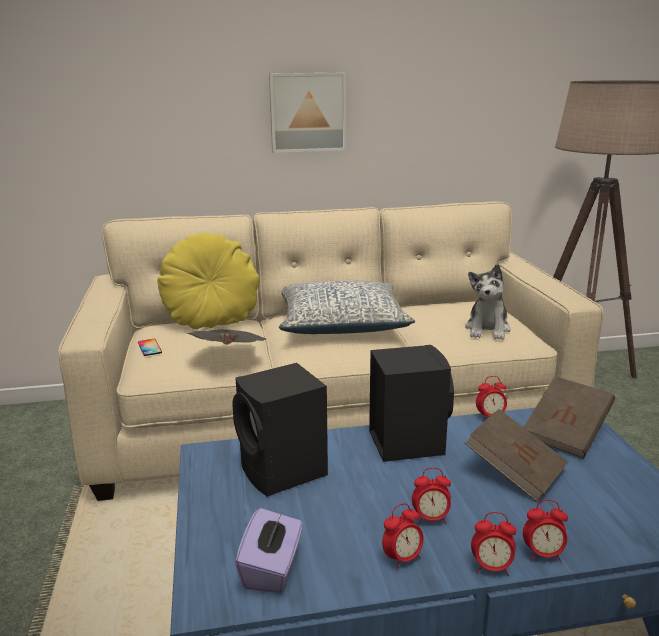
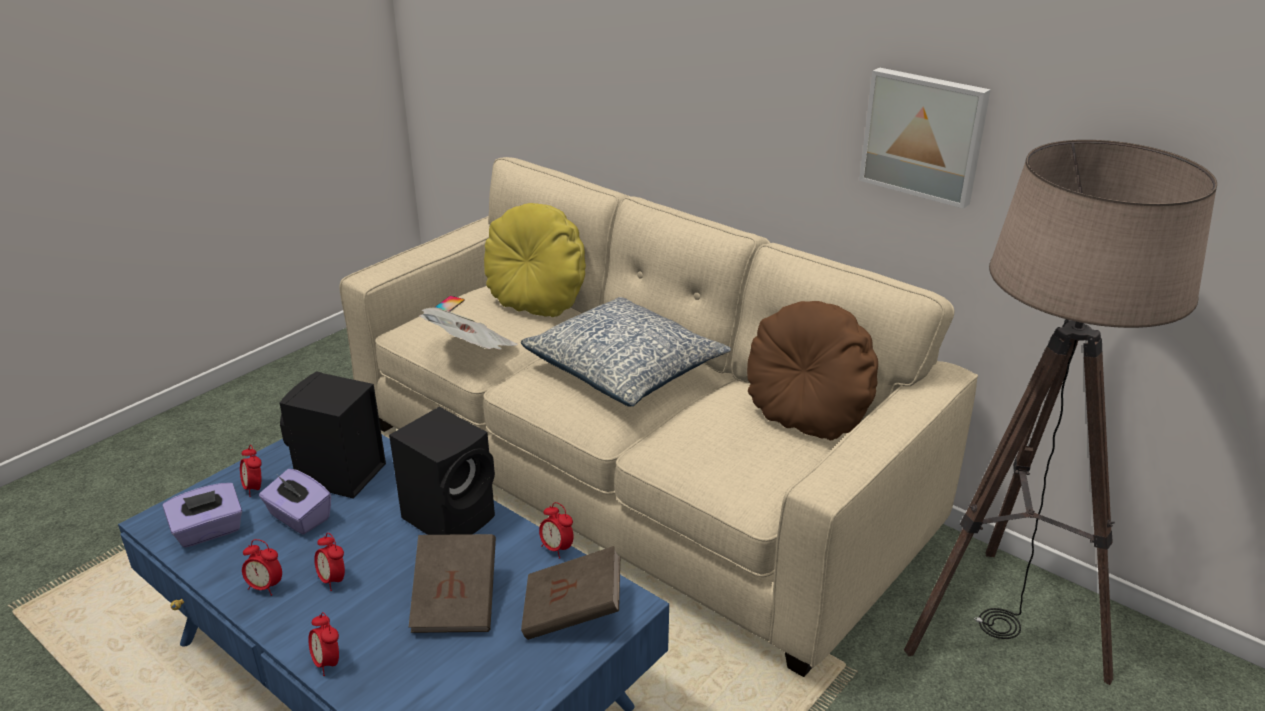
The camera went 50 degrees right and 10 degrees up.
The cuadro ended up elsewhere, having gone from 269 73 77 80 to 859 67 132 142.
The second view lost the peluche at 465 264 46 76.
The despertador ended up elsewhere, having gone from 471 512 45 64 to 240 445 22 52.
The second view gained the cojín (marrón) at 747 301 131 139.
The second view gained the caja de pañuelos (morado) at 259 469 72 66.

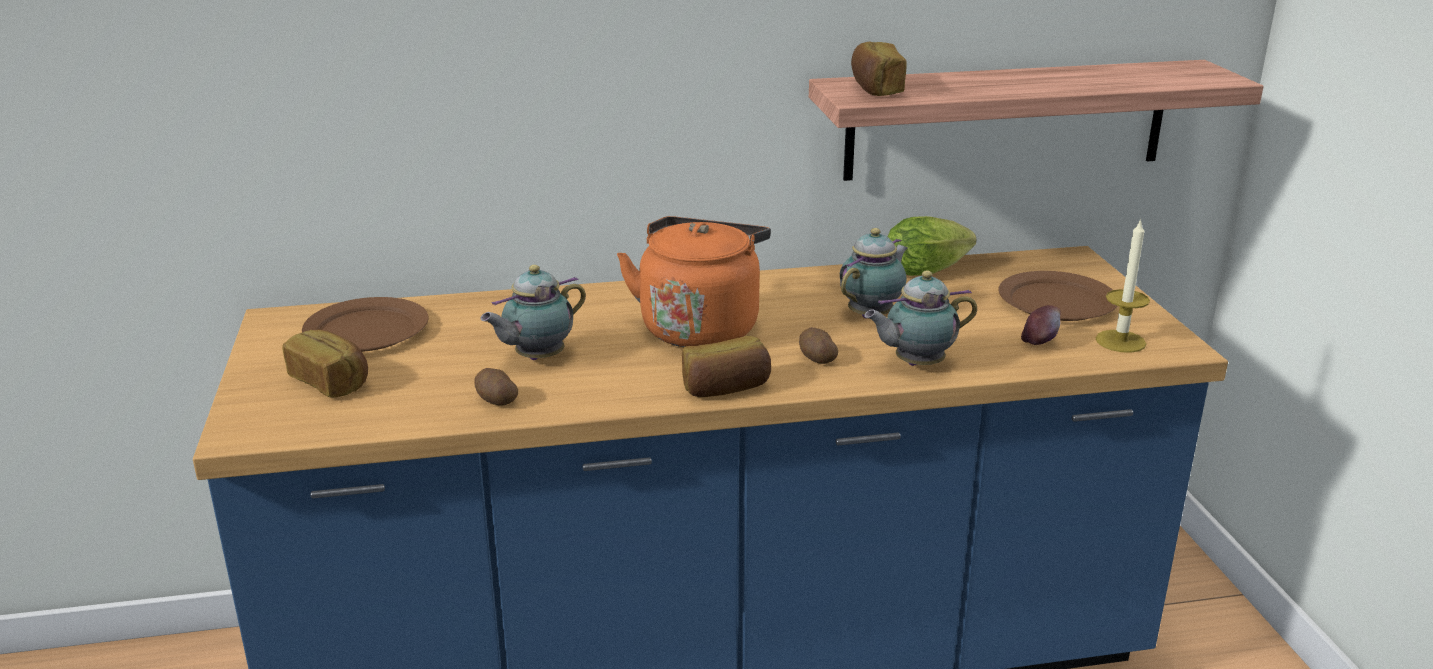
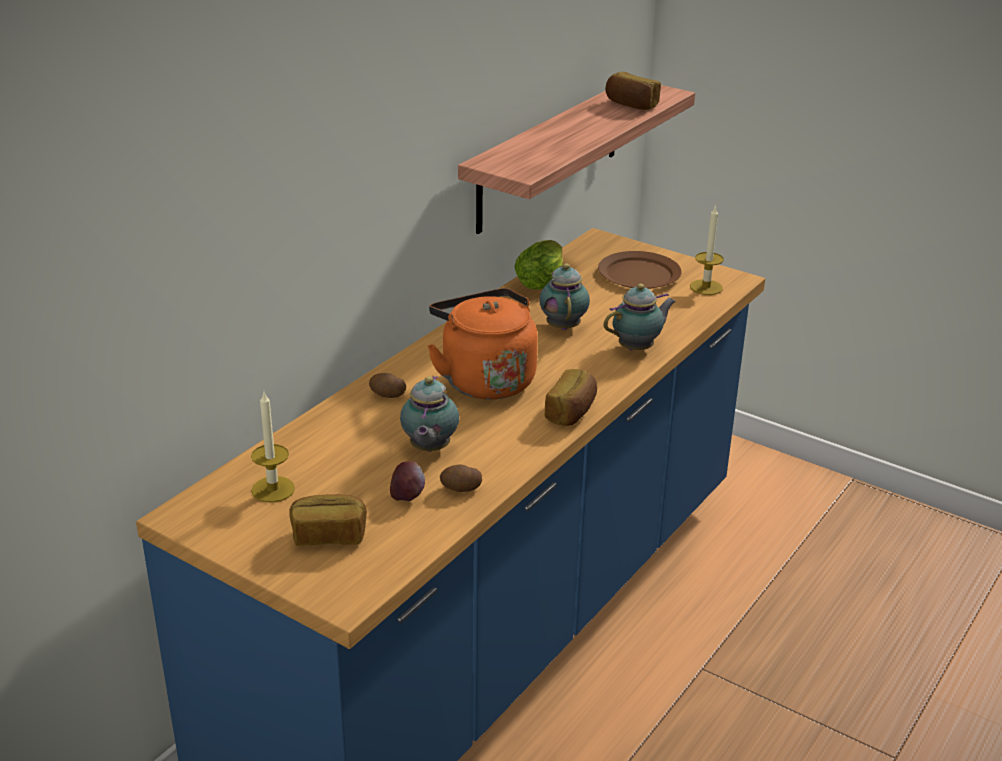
The camera went 45 degrees left and 5 degrees up.
The pan ended up elsewhere, having gone from 851 42 56 54 to 605 72 56 38.
The tetera at 864 271 113 95 ended up facing another way, 150 degrees counterclockwise from before.
Where the plato (marrón) stood at 302 297 127 55, the vela came to stand at 251 392 44 110.
The manzana ended up elsewhere, having gone from 1021 305 40 40 to 390 461 35 40.
The patata ended up elsewhere, having gone from 799 327 39 37 to 369 373 37 25.

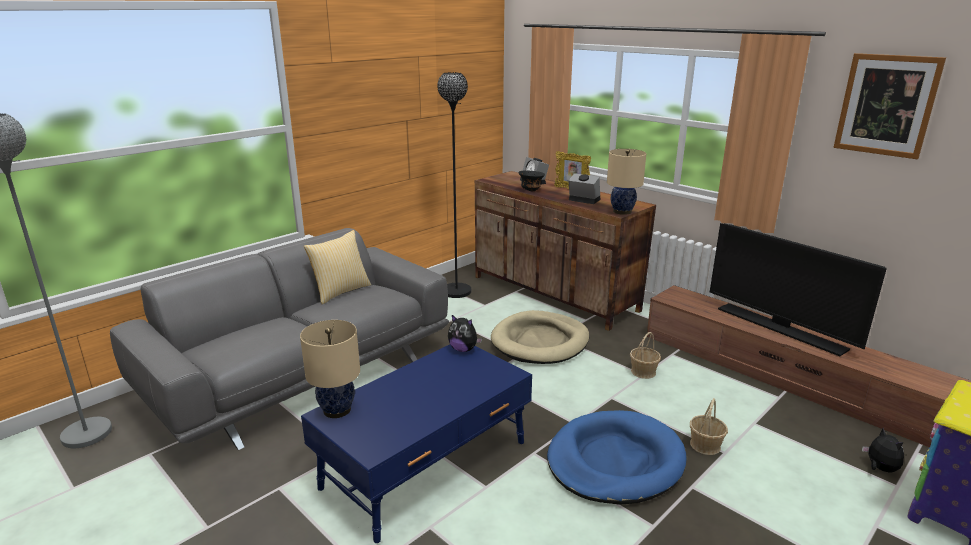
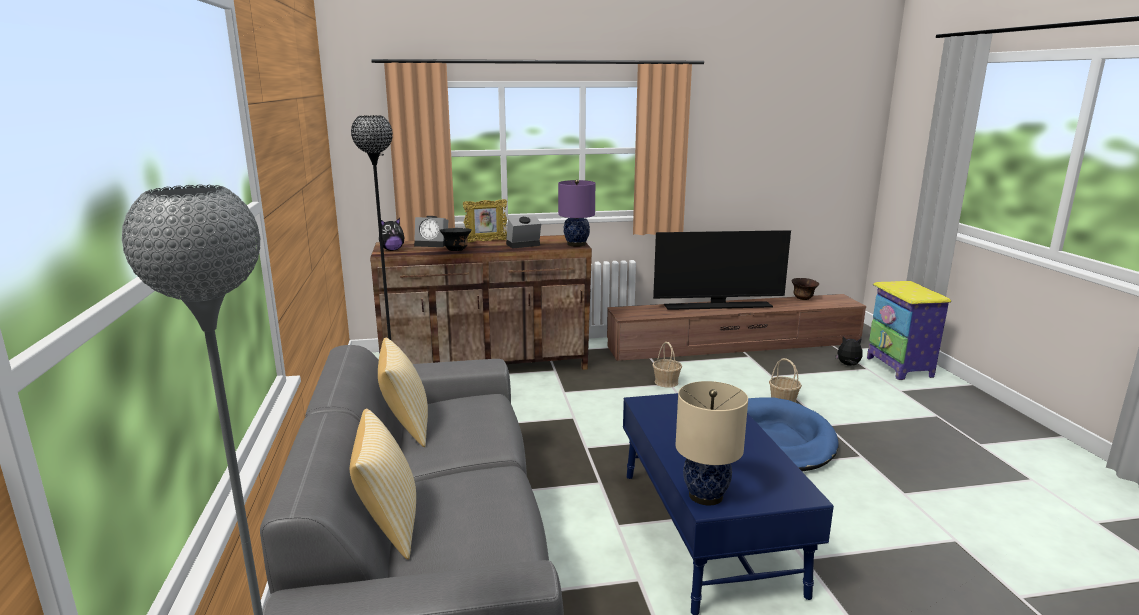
The camera went 55 degrees left and 5 degrees down.
The second view lost the cuadro at 833 53 113 106.
What was the lámpara de mesa (beis) at 607 149 39 66 turned into the lámpara de mesa (morado) at 558 180 37 67.
The second view lost the cama para perro (beis) at 491 310 99 54.
The peluche ended up elsewhere, having gone from 448 315 34 37 to 379 218 25 33.
The second view gained the cuenco (marrón) at 792 278 27 22.
The second view gained the cojín at 350 409 66 151.

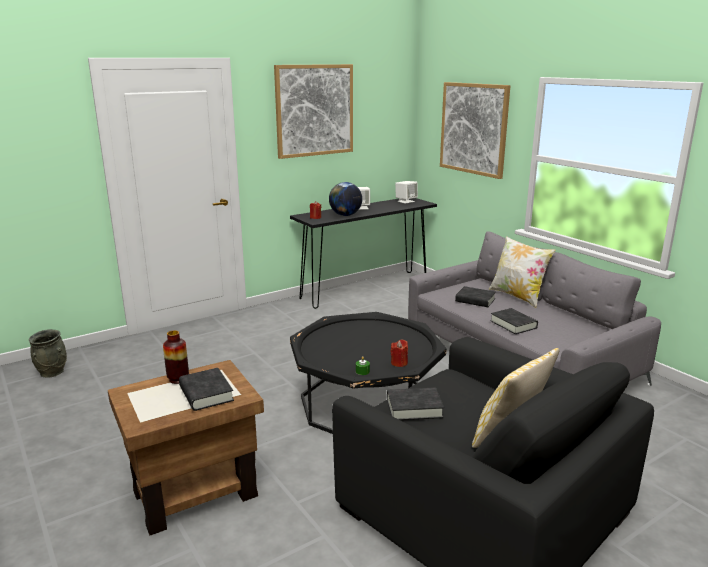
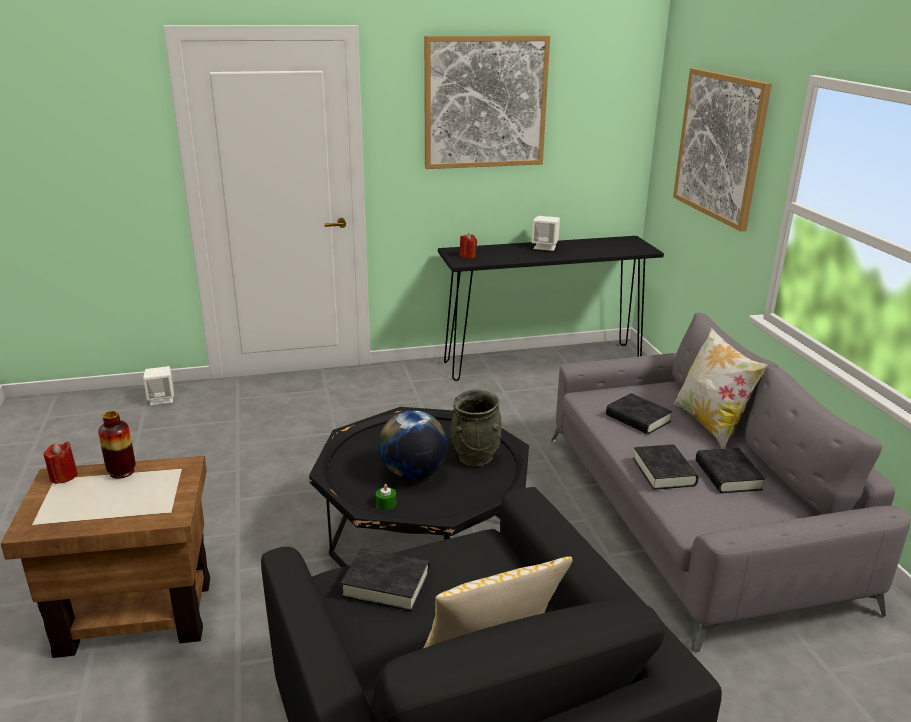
The camera went 20 degrees right and 5 degrees up.
The altavoz (blanco) ended up elsewhere, having gone from 395 181 23 23 to 143 366 31 39.
The globo terráqueo ended up elsewhere, having gone from 329 182 33 34 to 378 410 70 70.
The florero (gris) ended up elsewhere, having gone from 29 329 38 49 to 451 389 51 78.
The vela (rojo) ended up elsewhere, having gone from 390 339 18 28 to 43 442 35 42.
The libro (negro) ended up elsewhere, having gone from 179 368 55 43 to 696 448 69 45.

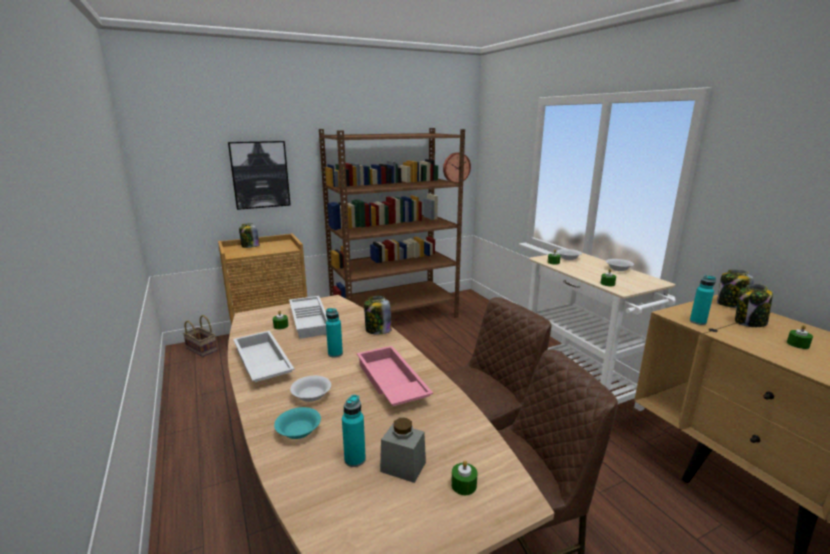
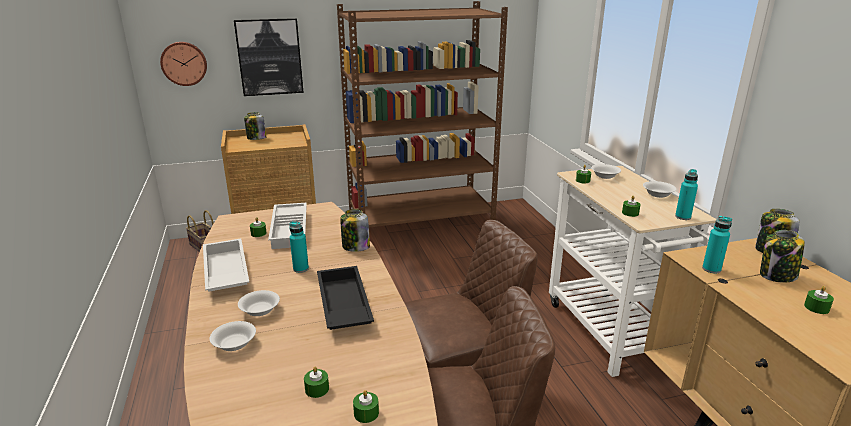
The camera went 10 degrees right and 5 degrees up.
The reloj de pared ended up elsewhere, having gone from 443 152 28 31 to 160 42 47 44.
What was the bandeja (rosa) at 357 346 76 60 turned into the bandeja (negro) at 317 266 57 64.
The botella (turquesa) ended up elsewhere, having gone from 342 395 24 72 to 675 169 23 51.
What was the cuenco (turquesa) at 274 407 47 32 turned into the cuenco (blanco) at 210 321 46 30.
Where the tarro (gris) stood at 380 418 46 65, the vela (verde) came to stand at 304 367 25 31.

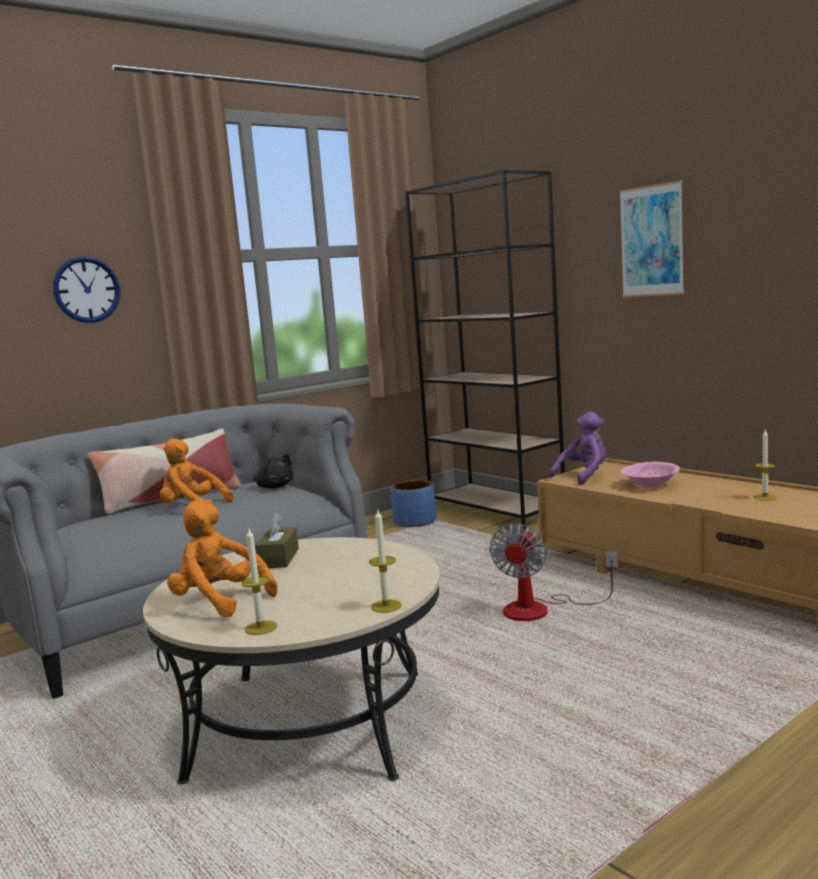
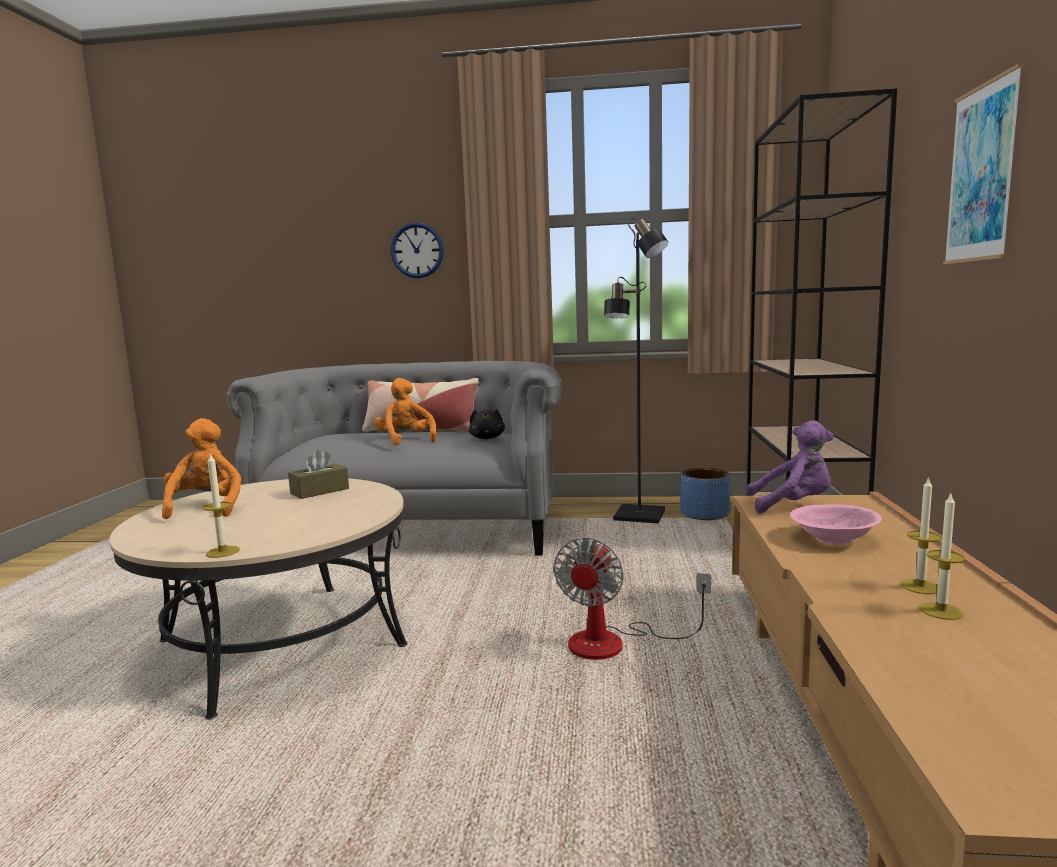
The camera went 45 degrees right and 0 degrees up.
The ventilador at 489 523 129 98 ended up facing another way, 45 degrees counterclockwise from before.
The vela ended up elsewhere, having gone from 241 529 36 106 to 901 476 41 118.
The second view gained the lámpara de pie (negro) at 604 218 64 306.

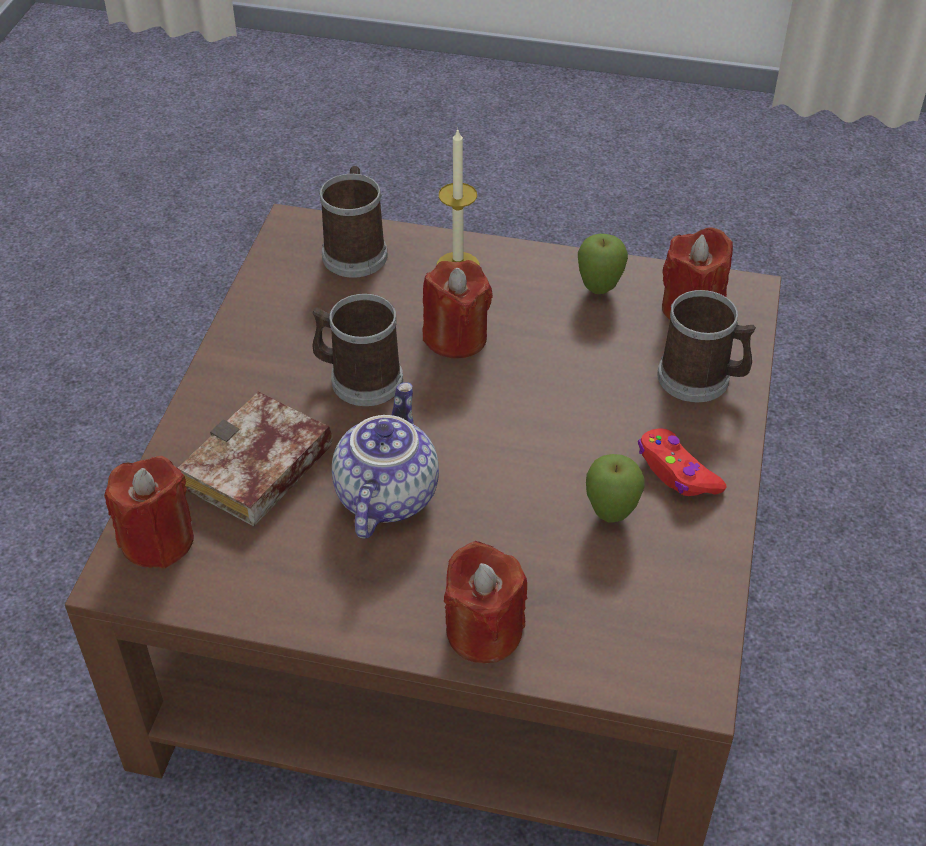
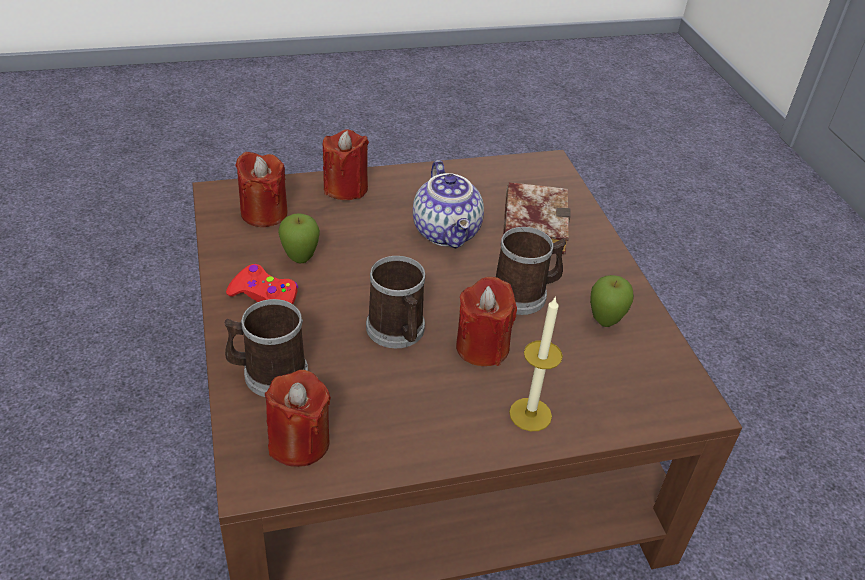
The camera went 150 degrees right and 5 degrees down.
The taza grande ended up elsewhere, having gone from 319 166 68 112 to 366 256 59 92.
The manzana ended up elsewhere, having gone from 578 234 50 60 to 590 275 44 52.
The vela (rojo) ended up elsewhere, having gone from 104 456 90 113 to 235 152 53 75.

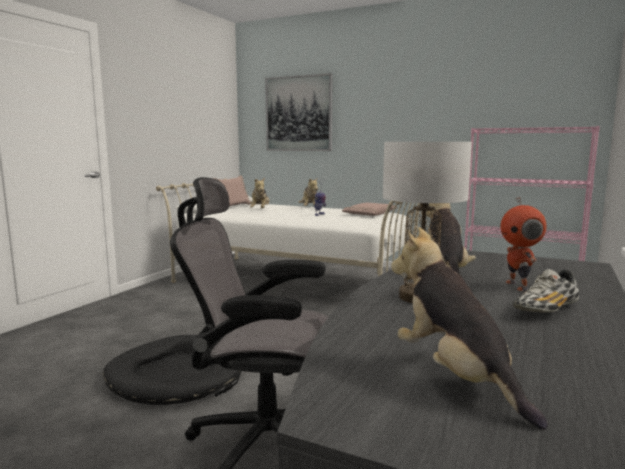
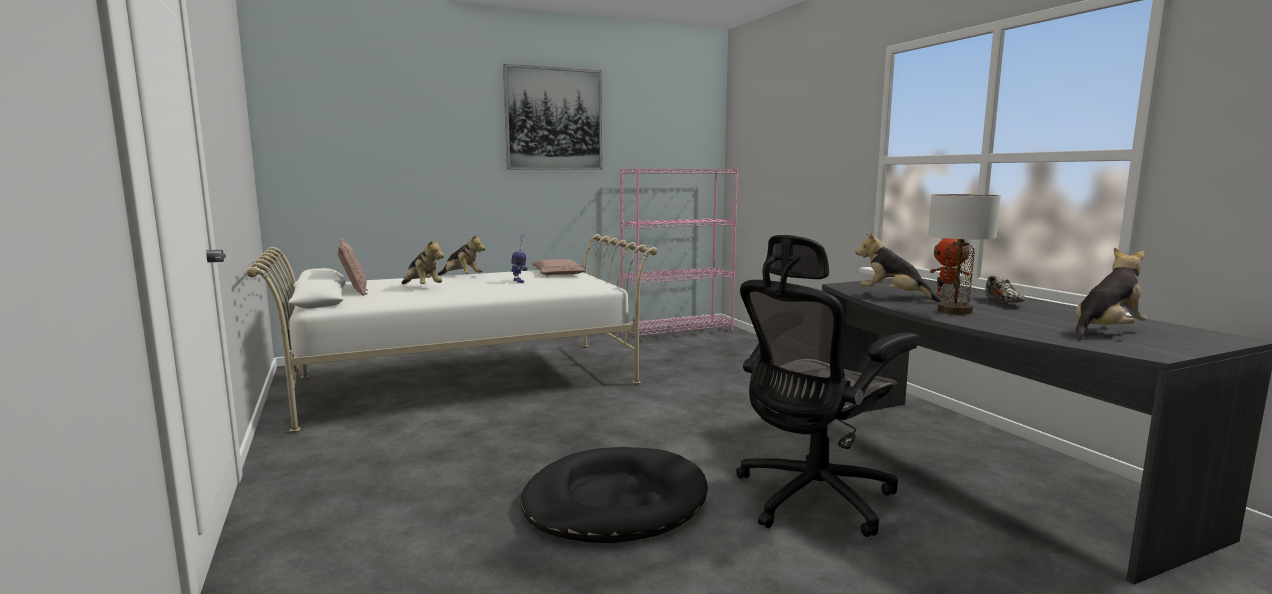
The camera went 50 degrees left and 0 degrees up.
The cuadro ended up elsewhere, having gone from 265 73 67 78 to 503 64 99 106.
The peluche at 391 227 157 203 ended up facing another way, 135 degrees clockwise from before.

